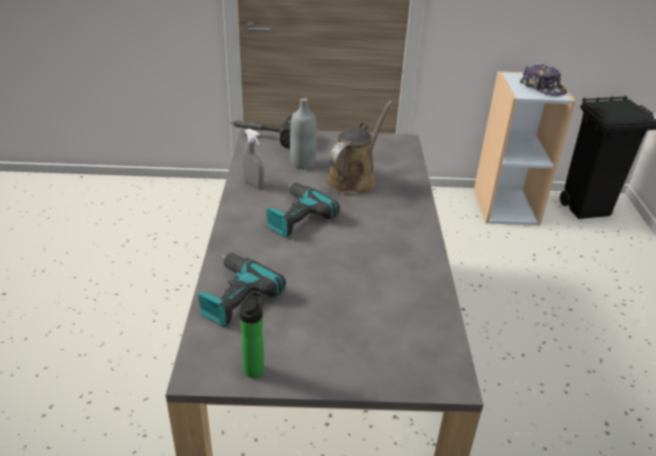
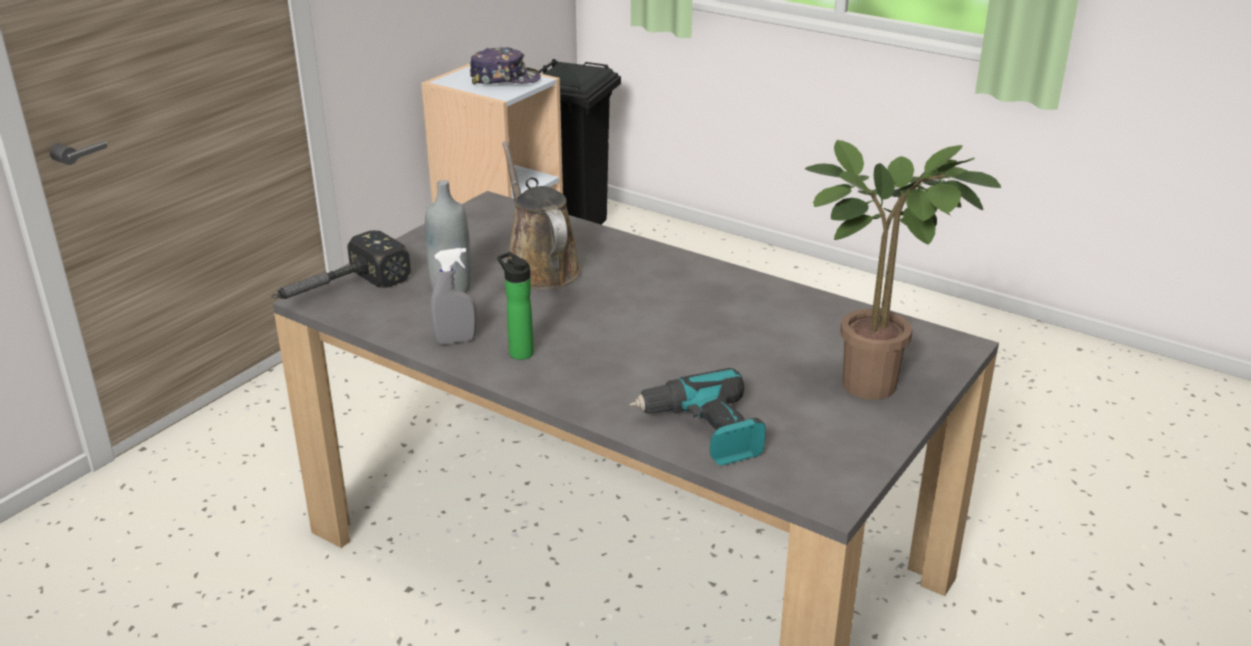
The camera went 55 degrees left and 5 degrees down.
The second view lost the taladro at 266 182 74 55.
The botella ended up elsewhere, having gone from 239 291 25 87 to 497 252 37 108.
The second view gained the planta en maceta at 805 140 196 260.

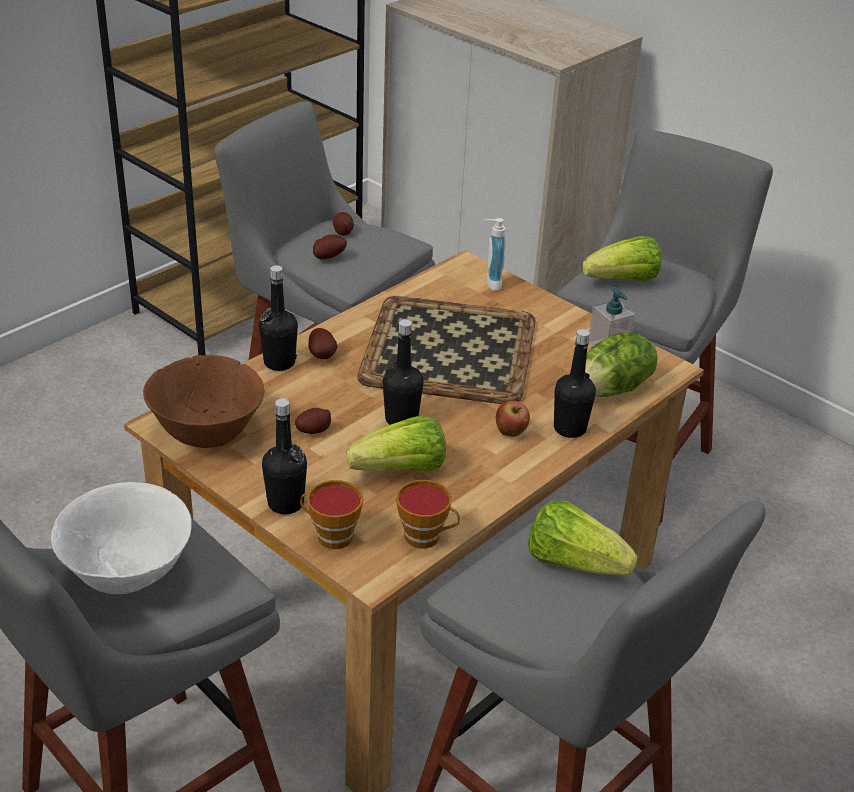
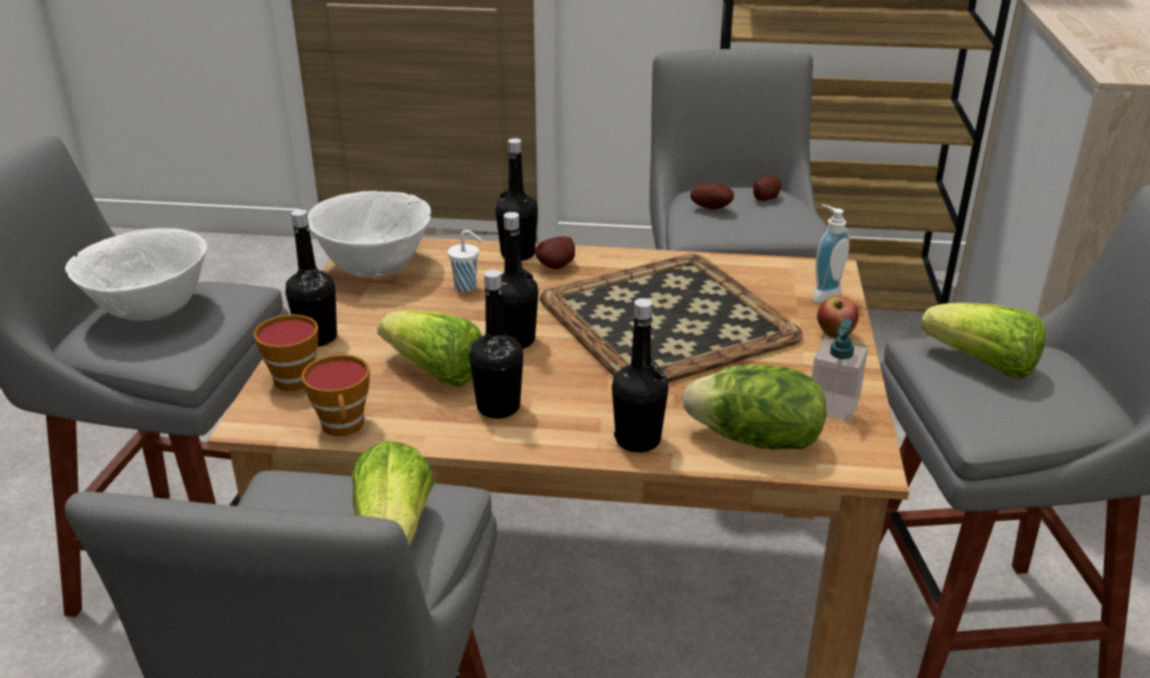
The camera went 55 degrees right and 5 degrees down.
What was the cuenco (marrón) at 143 355 122 93 turned into the cuenco (blanco) at 308 191 123 86.
The manzana ended up elsewhere, having gone from 496 401 34 36 to 817 295 42 43.
The second view lost the patata at 295 408 36 26.
The second view gained the taza (blanco) at 448 230 34 62.
The second view gained the botella (negro) at 469 269 54 150.

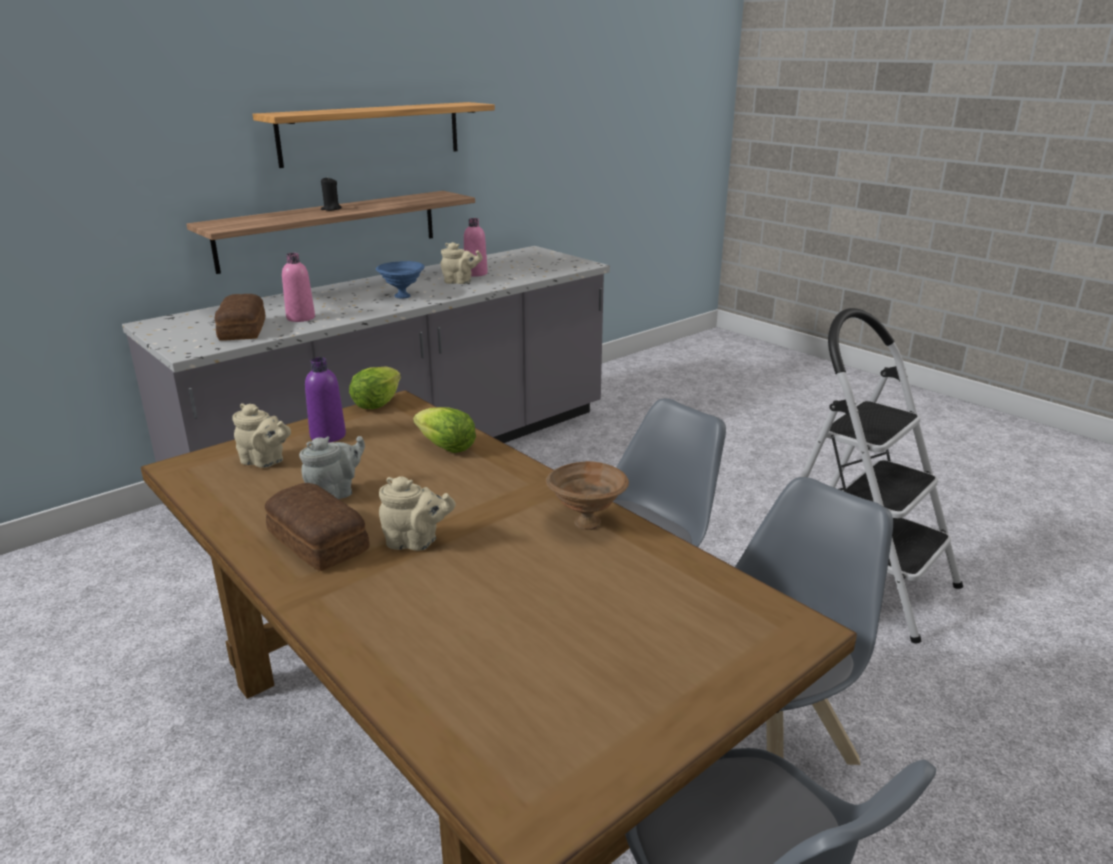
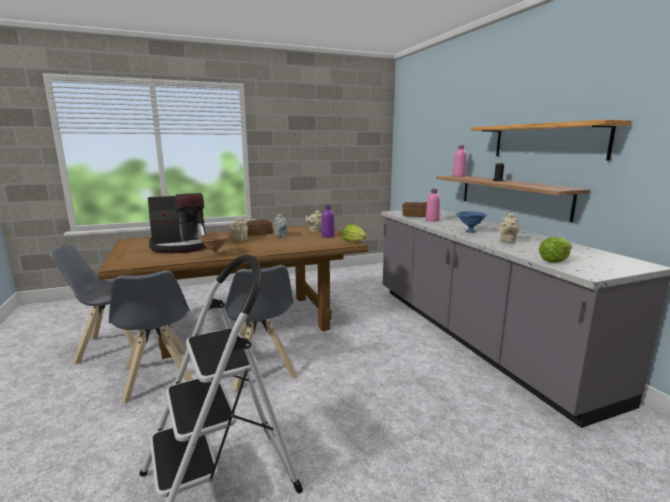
The camera went 110 degrees right and 10 degrees down.
The botella (rosa) ended up elsewhere, having gone from 464 218 24 59 to 452 145 15 32.
The lechuga ended up elsewhere, having gone from 413 407 63 46 to 539 237 33 26.
The second view gained the cafetera at 148 193 59 61.

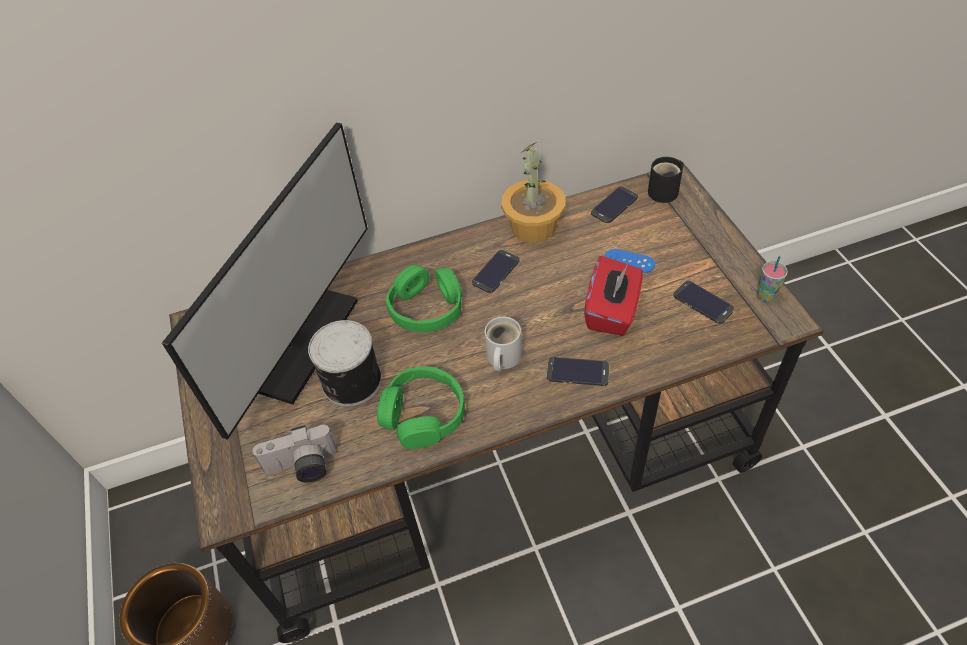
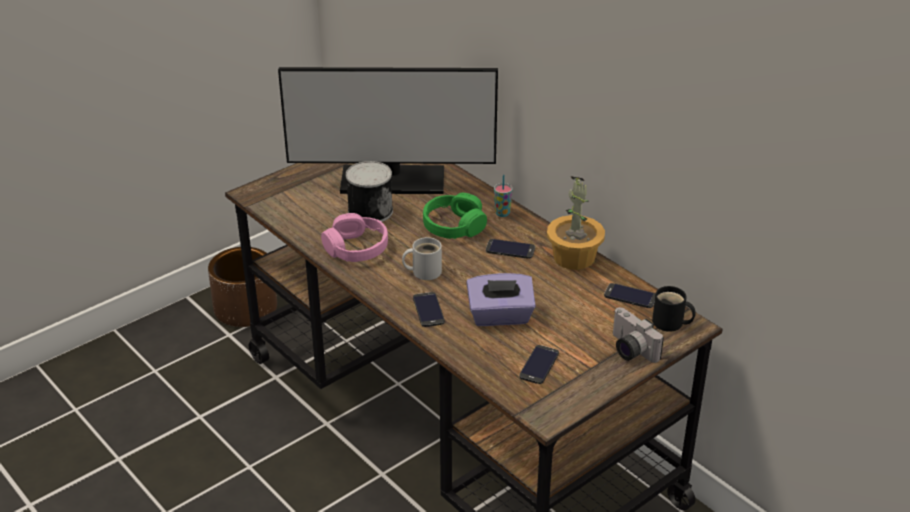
The camera went 65 degrees right and 15 degrees down.
The second view lost the mando de consola (azul) at 605 249 50 24.
What was the caja de pañuelos (rojo) at 584 256 59 80 turned into the caja de pañuelos (morado) at 466 273 70 53.
The taza ended up elsewhere, having gone from 757 256 31 46 to 494 175 19 42.
What was the auriculares (verde) at 377 366 88 83 turned into the auriculares (rosa) at 321 213 67 49.
The cámara ended up elsewhere, having gone from 252 425 85 58 to 613 307 51 56.

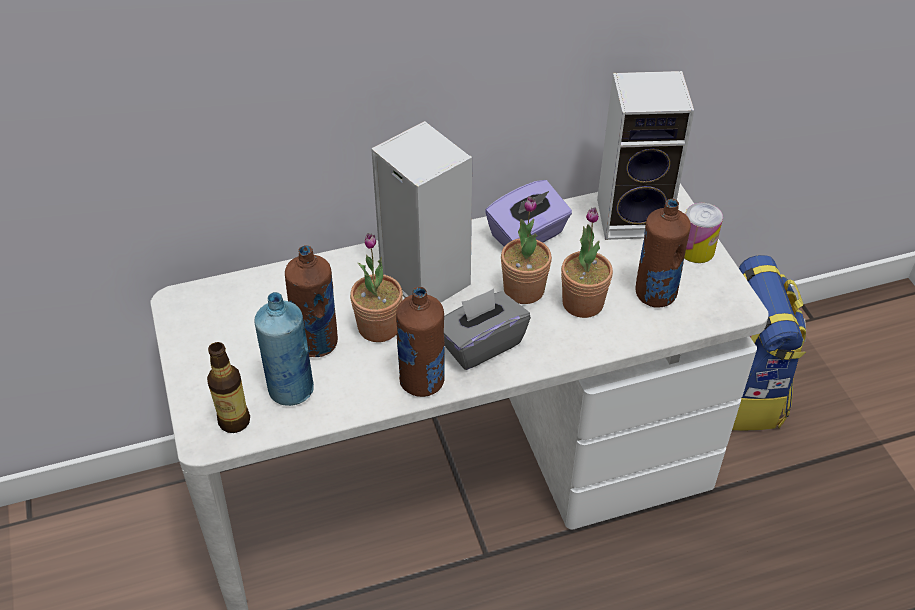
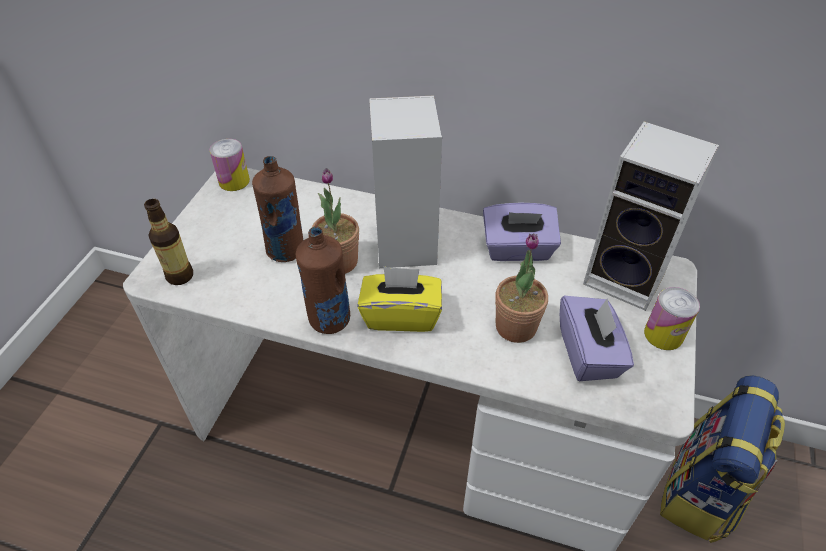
The camera went 35 degrees right and 0 degrees up.
The second view lost the planta en maceta at 501 196 51 108.
Where the botella (marrón) stood at 635 199 56 109, the caja de pañuelos (morado) came to stand at 560 296 74 85.
What was the caja de pañuelos (gris) at 444 289 87 81 turned into the caja de pañuelos (amarillo) at 357 266 85 66.
The second view lost the botella (azul) at 254 292 60 114.
The second view gained the lata at 210 139 40 52.

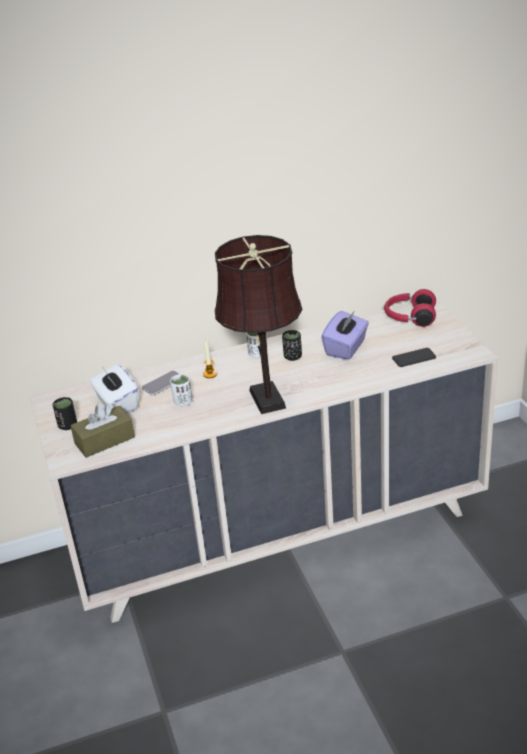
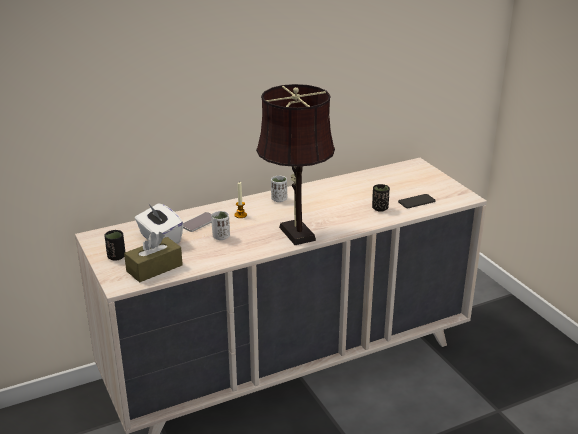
The camera went 10 degrees left and 5 degrees down.
The second view lost the auriculares (rojo) at 384 289 52 38.
The second view lost the caja de pañuelos (morado) at 321 311 48 49.
The taza (negro) ended up elsewhere, having gone from 282 330 20 31 to 372 184 18 28.

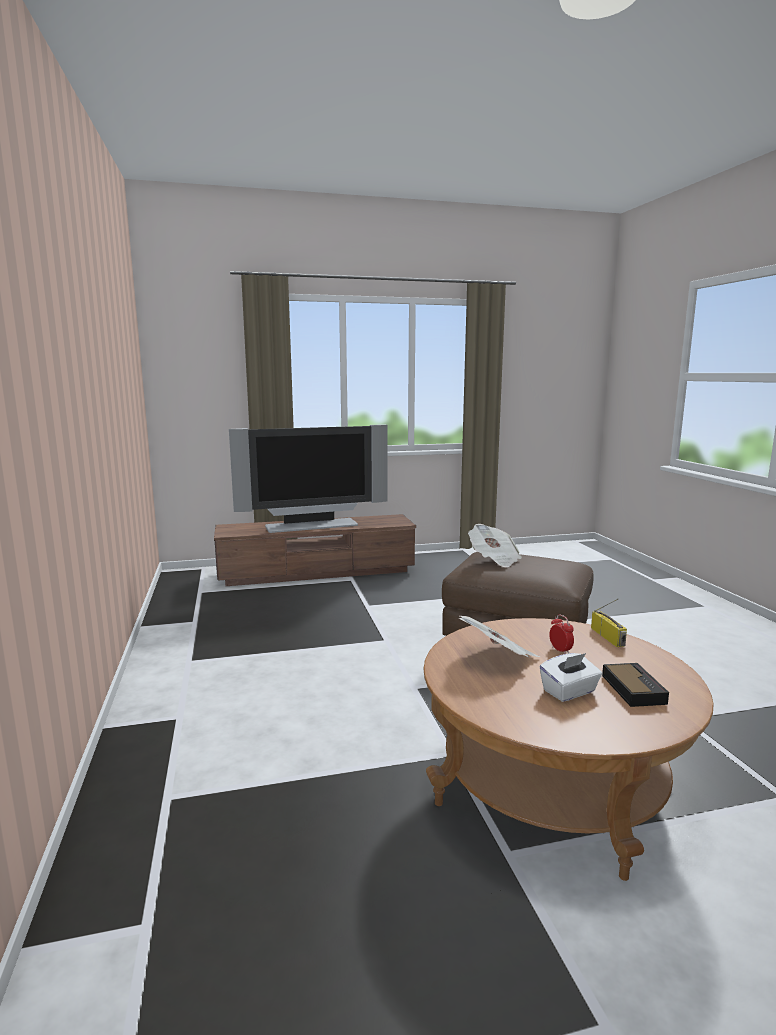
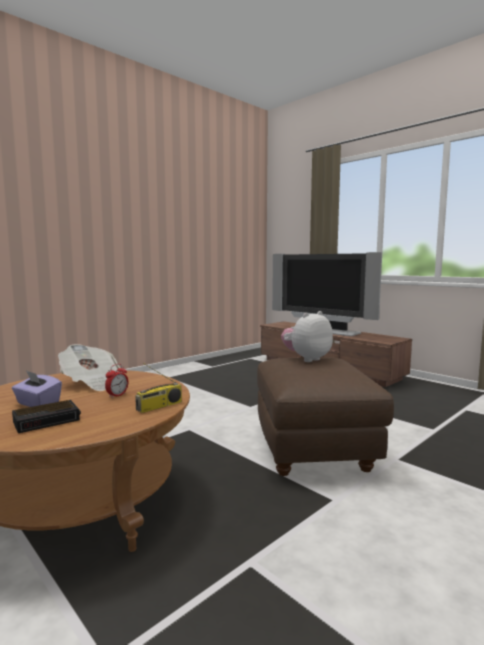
The camera went 60 degrees right and 5 degrees down.
Where the periódico stood at 468 524 54 44, the peluche came to stand at 281 311 52 51.
What was the caja de pañuelos (blanco) at 540 653 62 49 turned into the caja de pañuelos (morado) at 12 371 50 36.

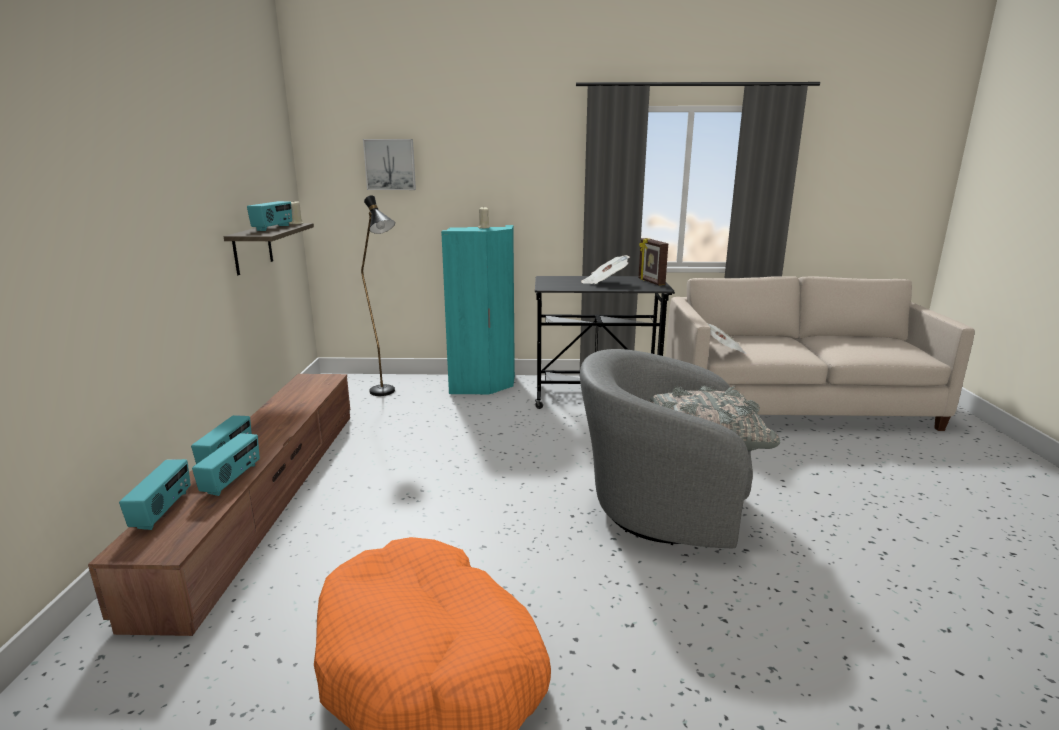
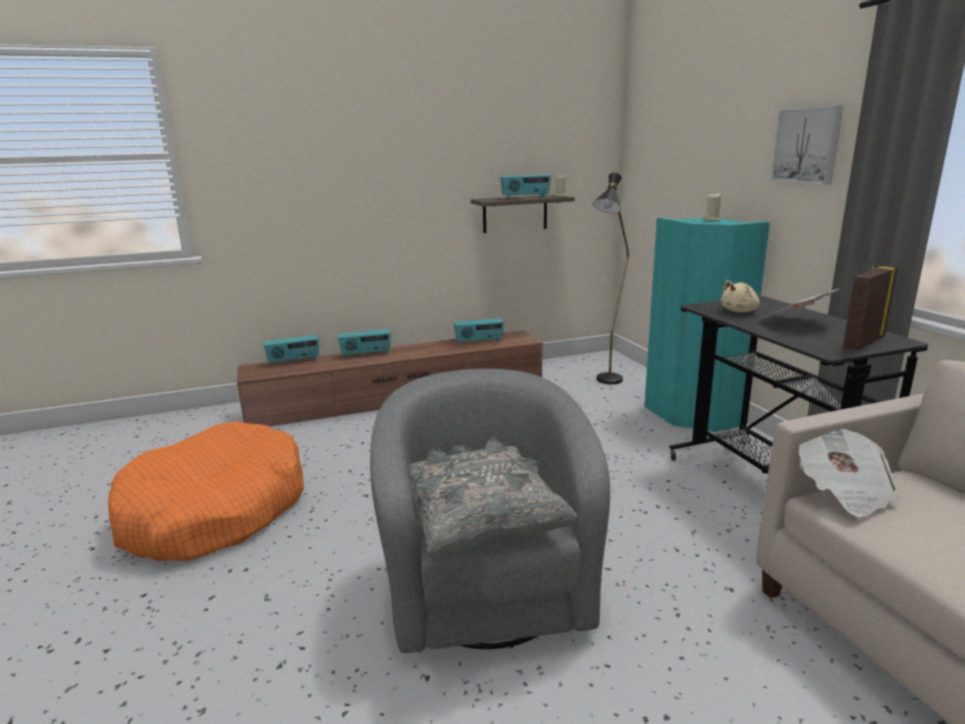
The camera went 70 degrees right and 0 degrees up.
The cuadro ended up elsewhere, having gone from 363 139 53 51 to 770 105 73 79.
The radio ended up elsewhere, having gone from 192 433 68 63 to 454 318 50 27.
The second view gained the peluche (beis) at 721 280 39 32.

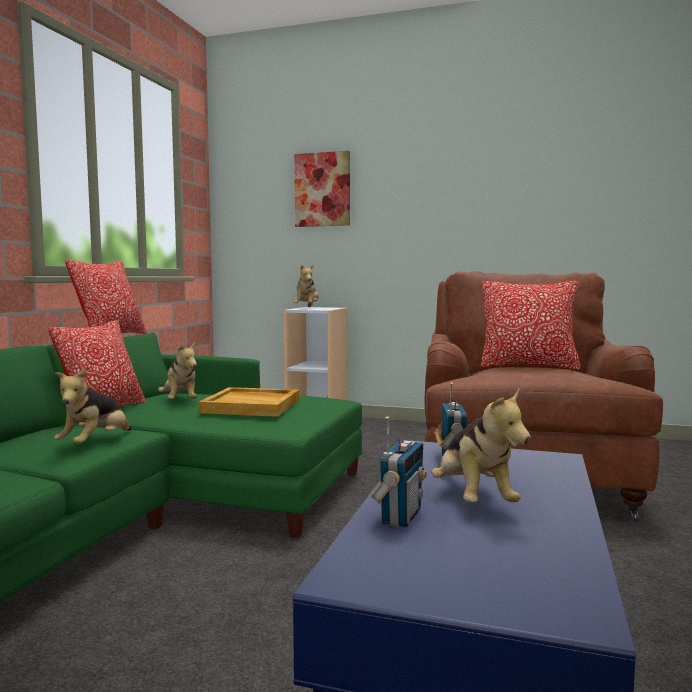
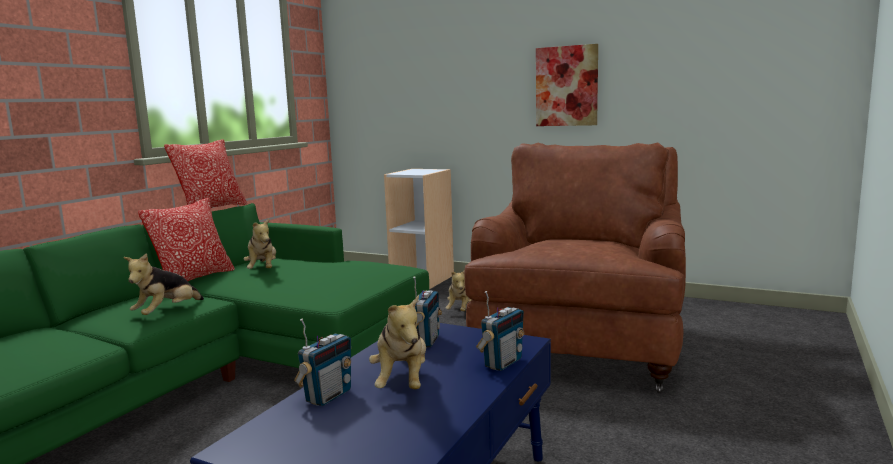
The camera went 10 degrees right and 5 degrees up.
The cuadro ended up elsewhere, having gone from 294 151 56 76 to 536 44 62 82.
The peluche ended up elsewhere, having gone from 294 265 25 42 to 446 270 26 41.
The second view lost the cojín at 480 281 101 89.
The second view lost the bandeja (beis) at 198 387 101 30.
The second view gained the radio at 476 291 48 80.

